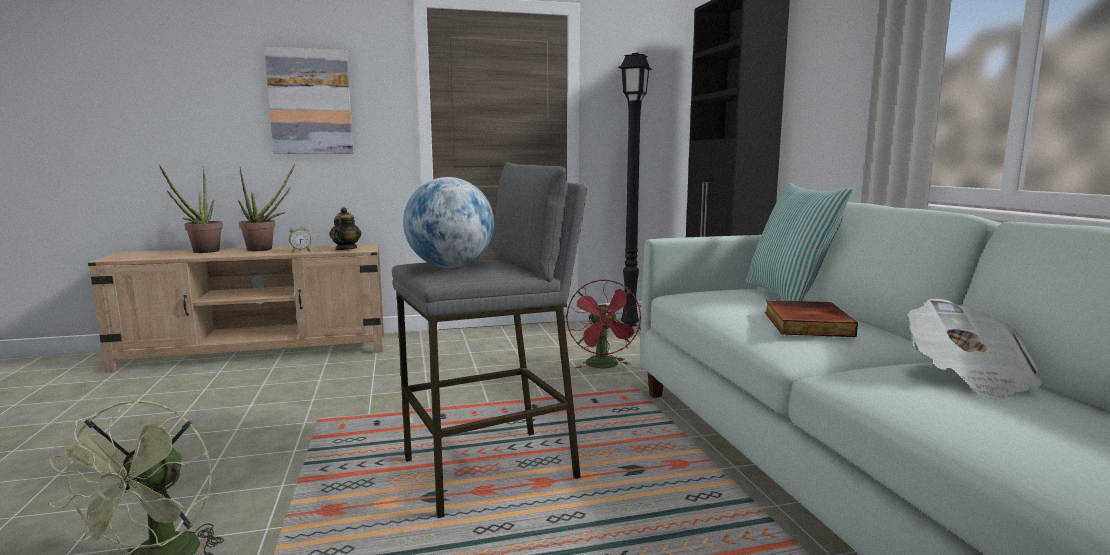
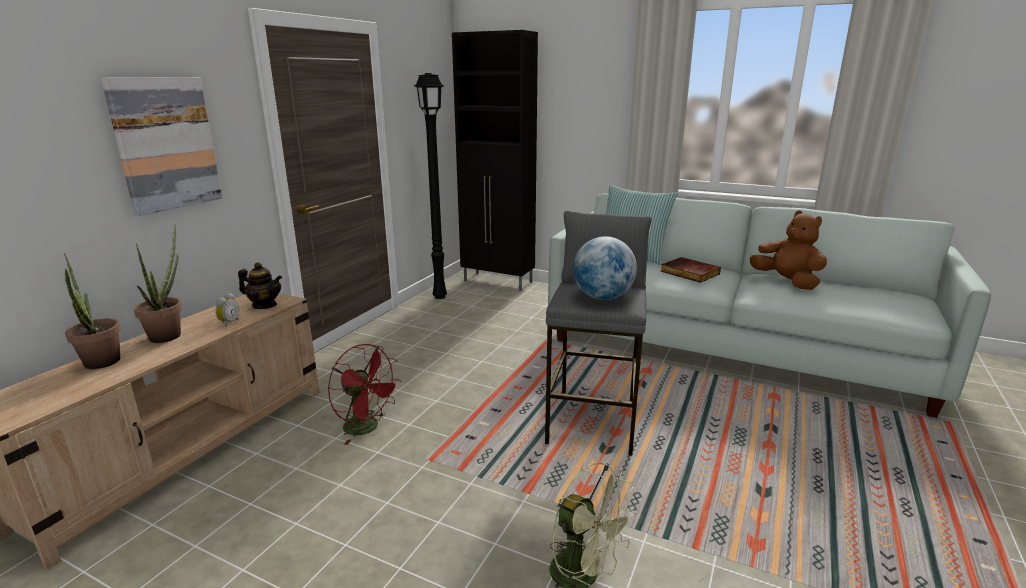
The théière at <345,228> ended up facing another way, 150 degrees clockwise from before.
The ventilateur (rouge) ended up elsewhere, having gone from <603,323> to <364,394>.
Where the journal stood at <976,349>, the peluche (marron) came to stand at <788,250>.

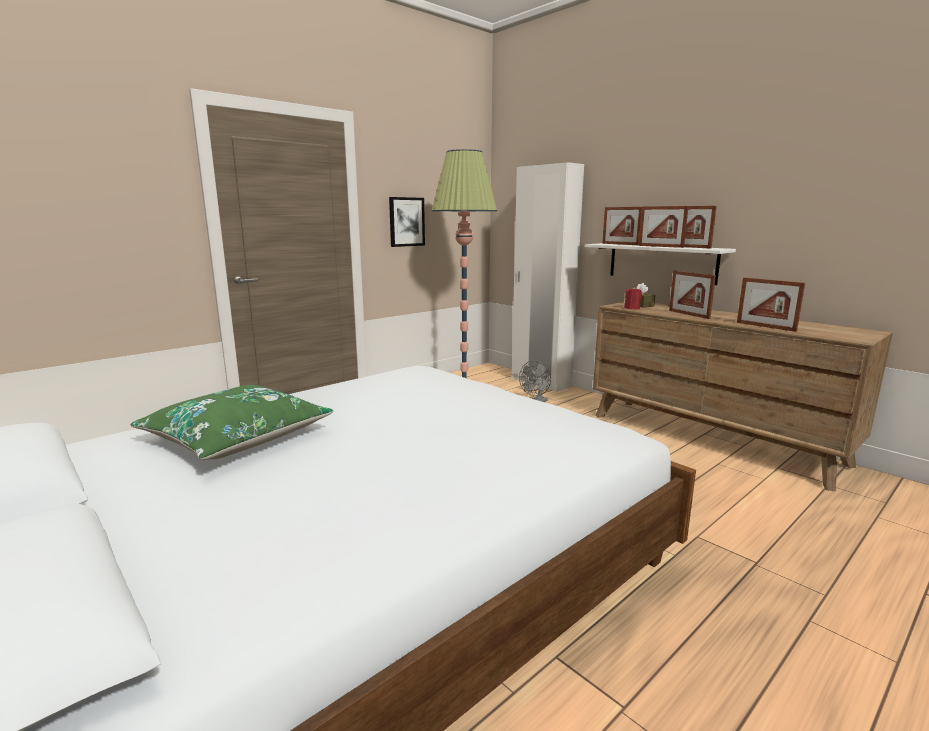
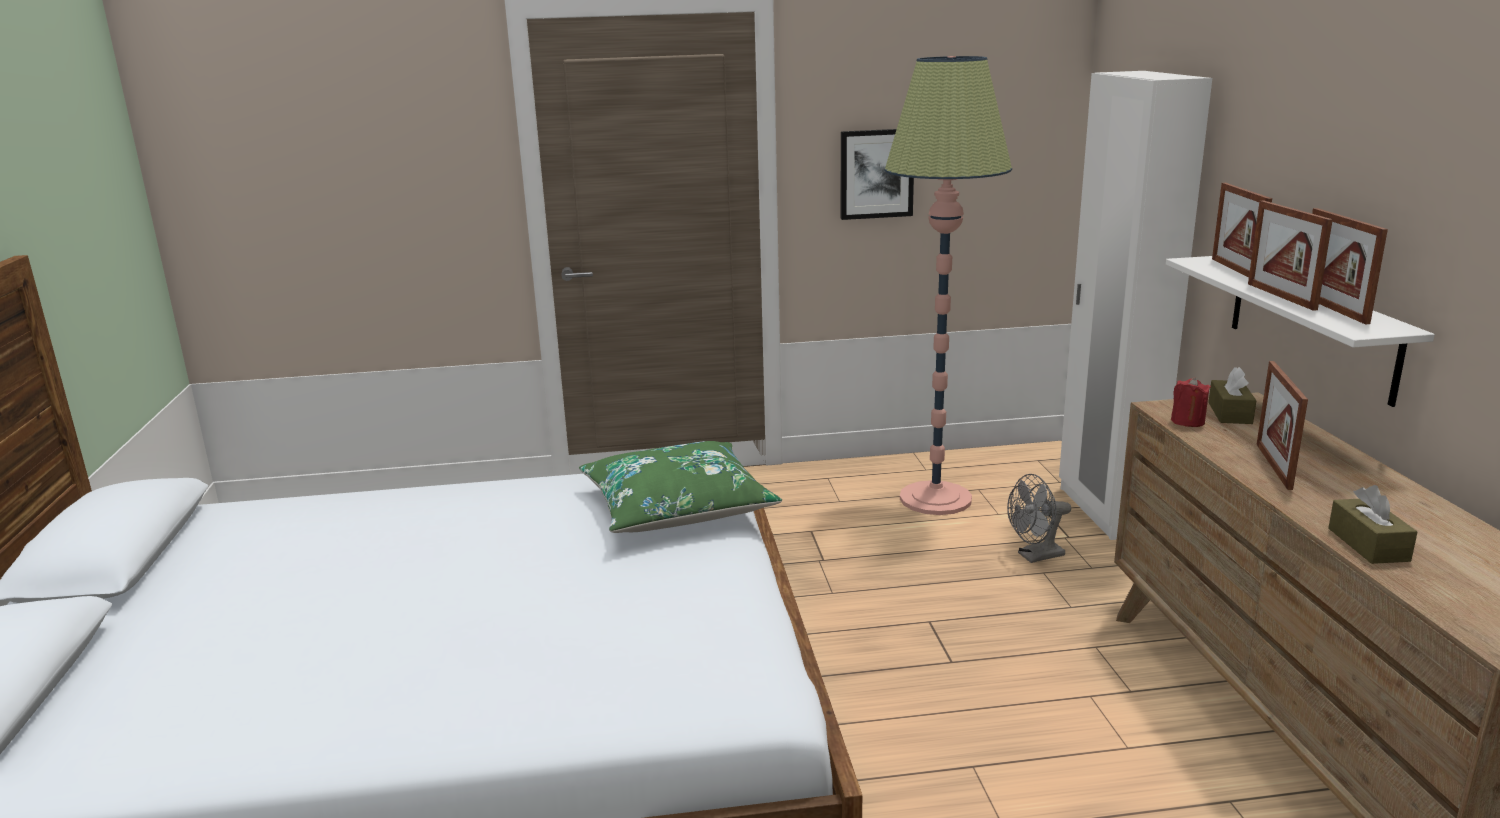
The coussin (vert) ended up elsewhere, having gone from <232,422> to <680,487>.
Where the cadre photo stood at <771,304>, the boîte à mouchoirs (marron) came to stand at <1372,524>.

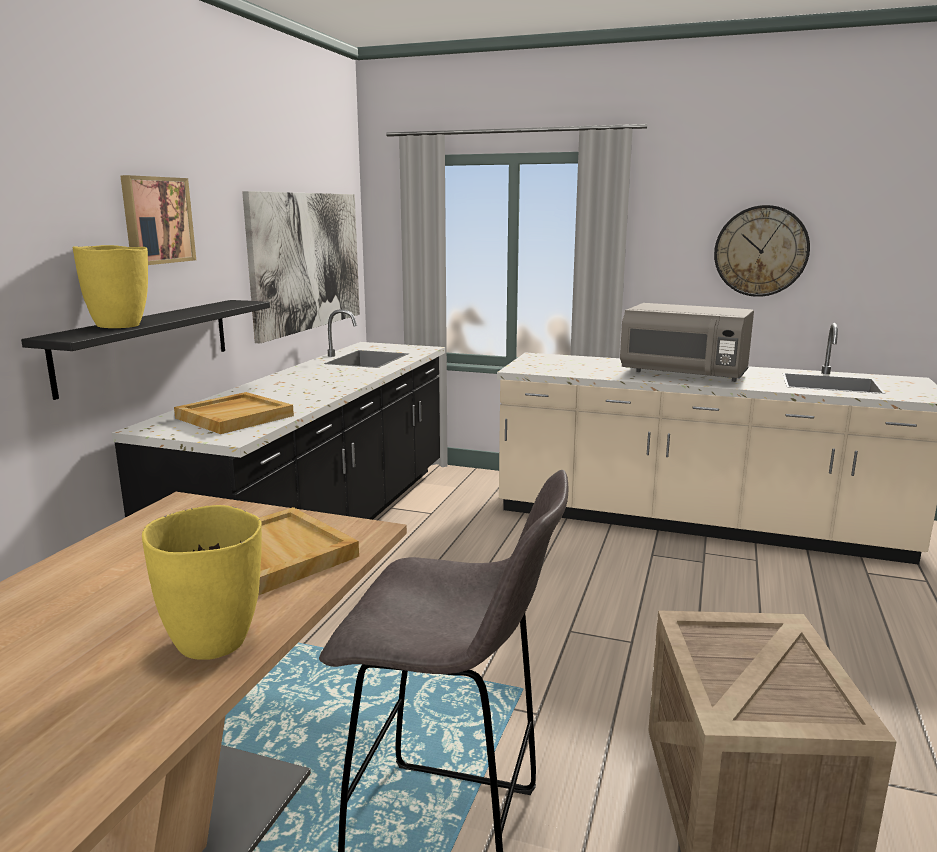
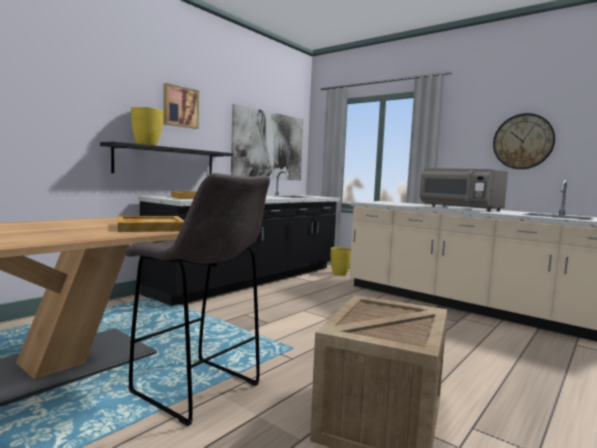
The vase (jaune) ended up elsewhere, having gone from <202,582> to <341,261>.

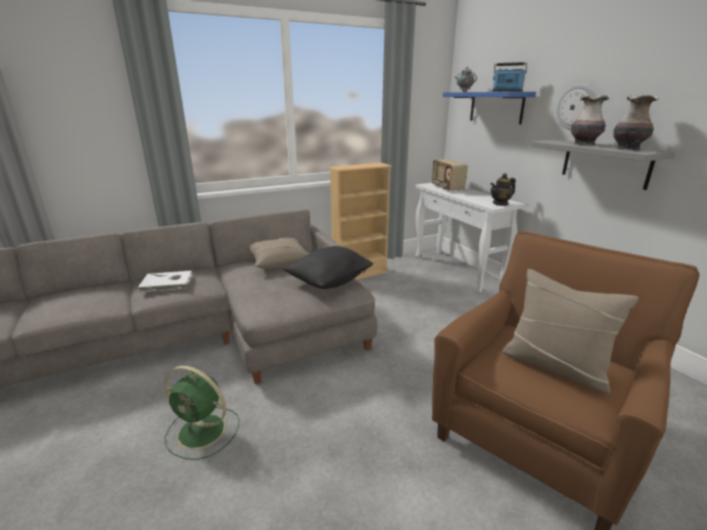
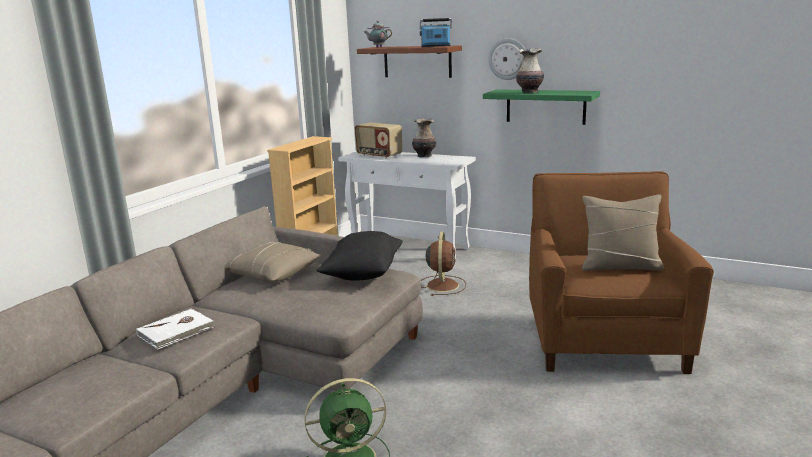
What was the étagère (bleu) at <489,108> turned into the étagère (marron) at <409,61>.
The second view lost the théière at <503,189>.
What was the étagère (gris) at <603,165> turned into the étagère (vert) at <541,107>.
The vase ended up elsewhere, having gone from <636,122> to <424,137>.
The second view gained the ventilateur (marron) at <443,263>.

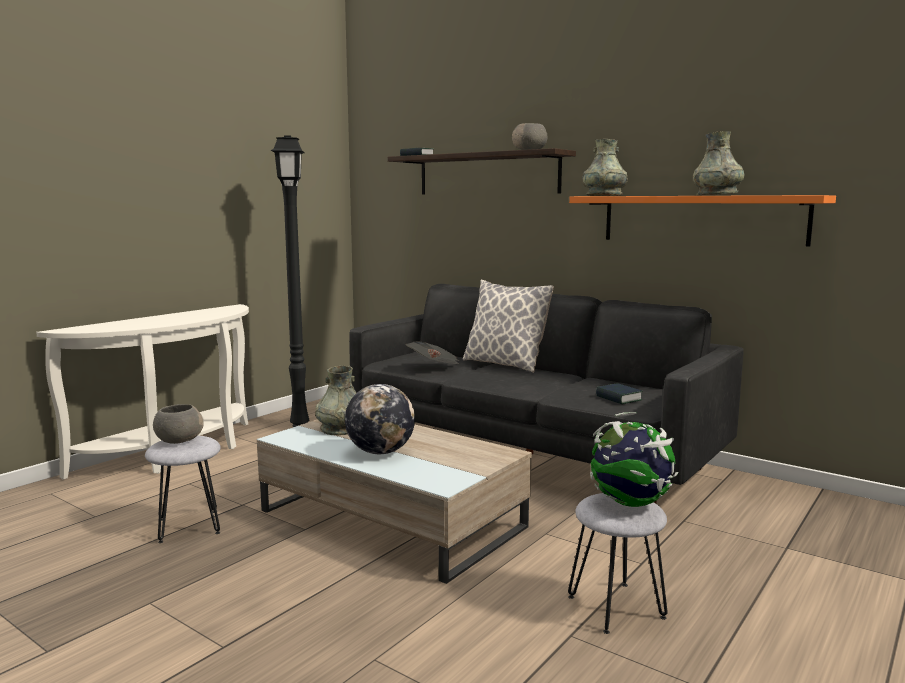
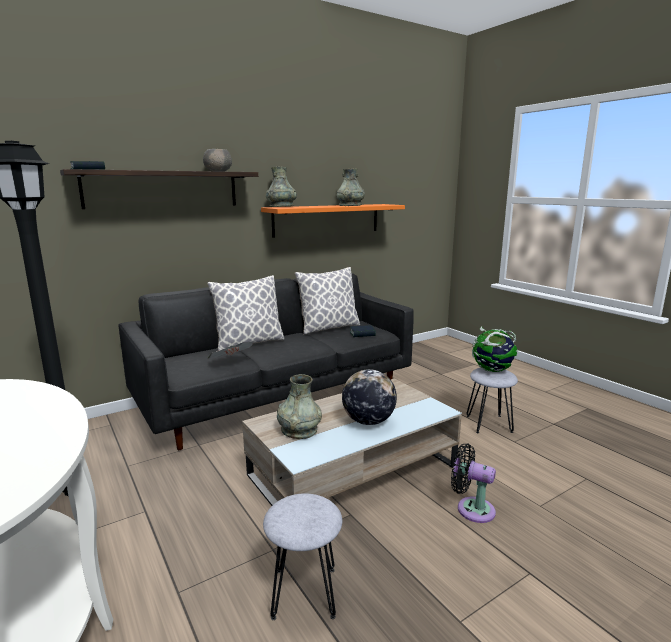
The second view lost the bol (gris) at <178,424>.
The second view gained the coussin at <327,301>.
The second view gained the ventilateur (noir) at <473,483>.

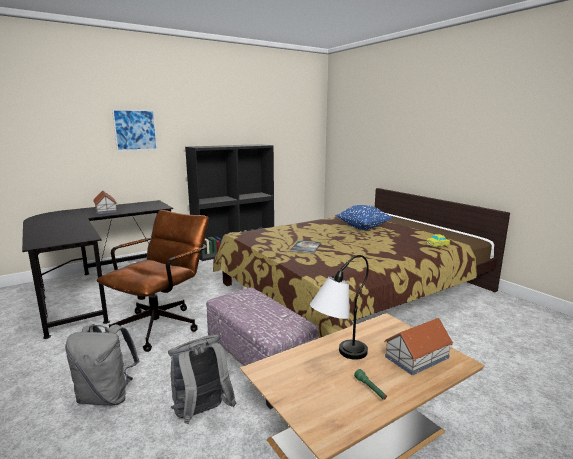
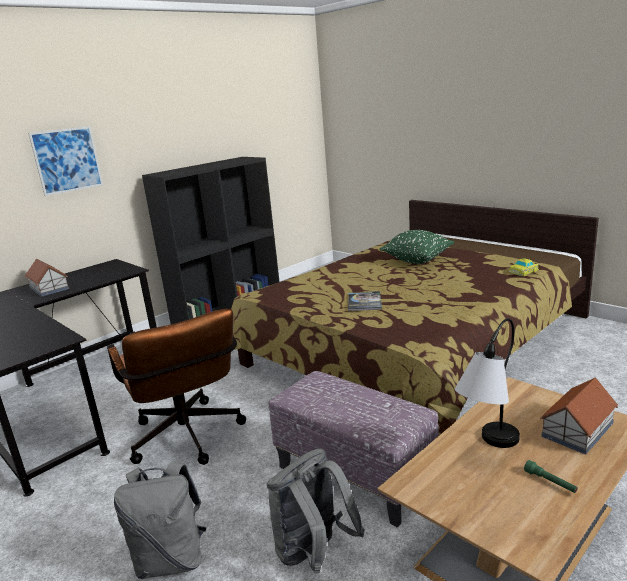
The chaise de bureau (marron) at <153,281> ended up facing another way, 135 degrees clockwise from before.
What was the coussin (bleu) at <364,217> turned into the coussin (vert) at <417,247>.

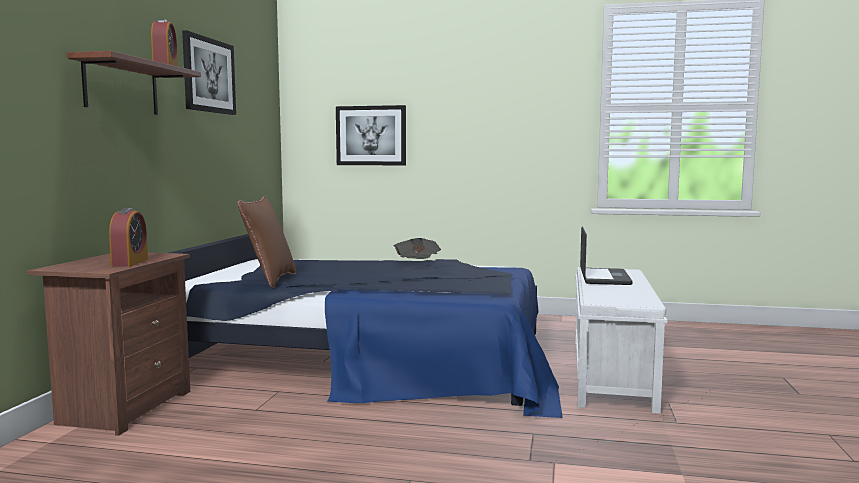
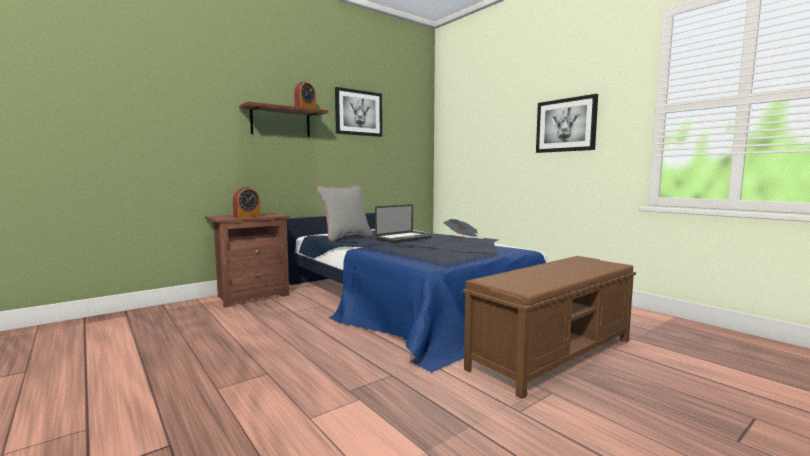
What was the coussin (marron) at <267,242> turned into the coussin (gris) at <344,213>.
The tableau ended up elsewhere, having gone from <371,135> to <567,123>.
What was the banc (blanc) at <621,340> turned into the banc (marron) at <549,327>.
The ordinateur portable ended up elsewhere, having gone from <606,255> to <403,223>.

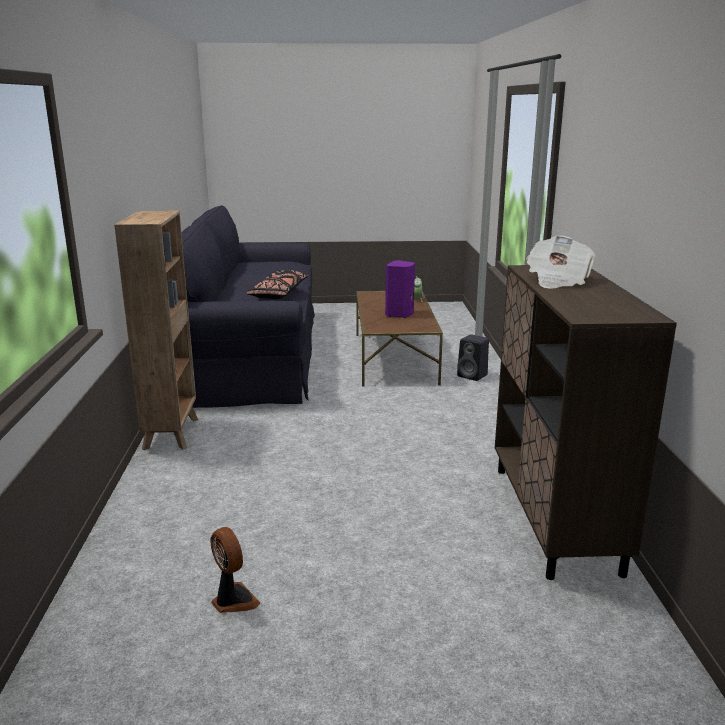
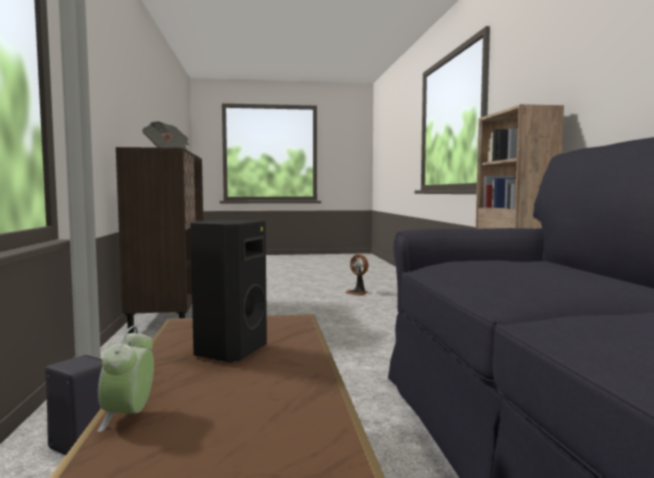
The second view lost the coussin (noir) at <277,284>.
What was the enceinte (violet) at <400,289> turned into the enceinte (noir) at <228,291>.

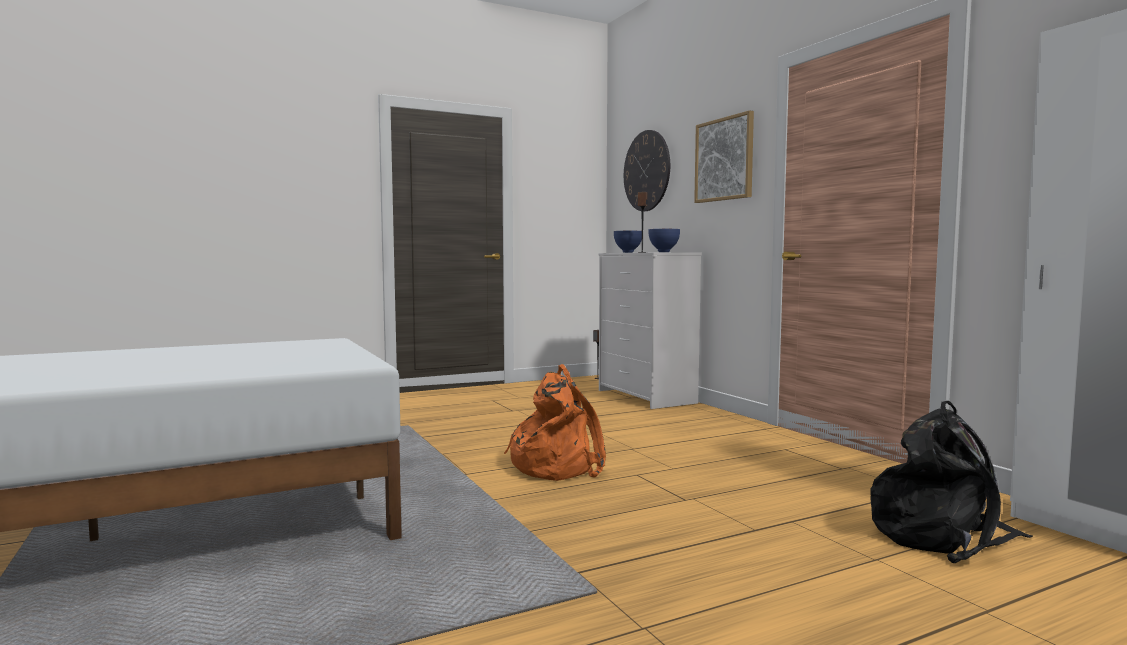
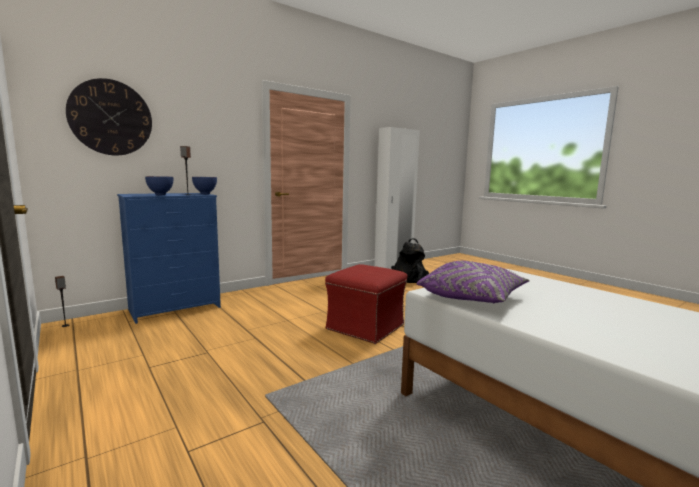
Where the sac à dos (orange) stood at <555,422>, the pouf (rouge) came to stand at <366,304>.
What was the commode (blanc) at <650,331> turned into the commode (bleu) at <169,258>.
The second view lost the tableau at <724,156>.
The second view gained the coussin (violet) at <473,282>.

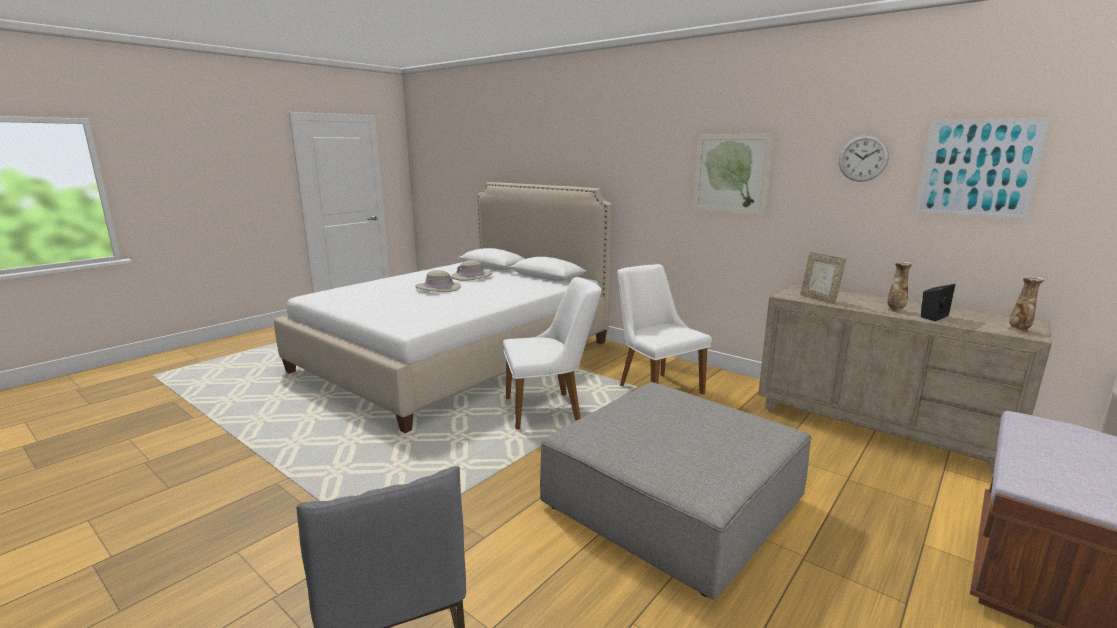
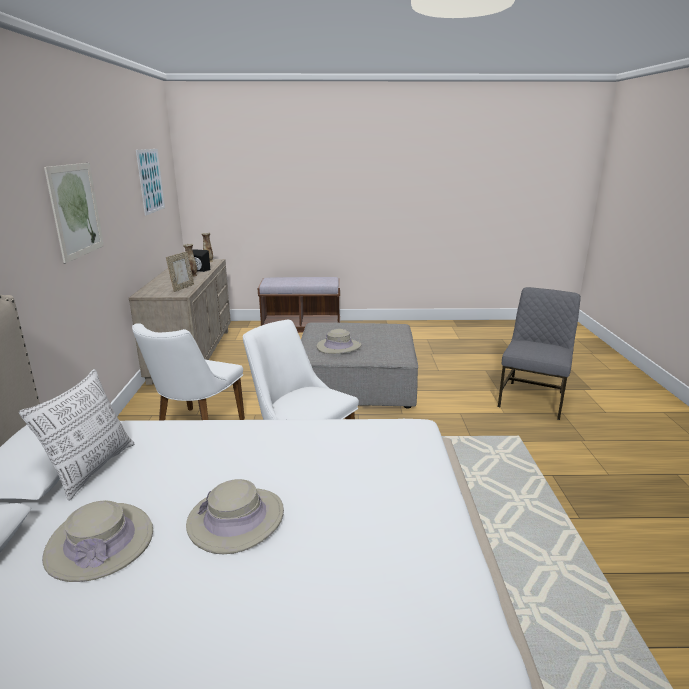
The second view lost the horloge murale at <864,158>.
The second view gained the coussin at <76,435>.
The second view gained the chapeau (beige) at <339,341>.

